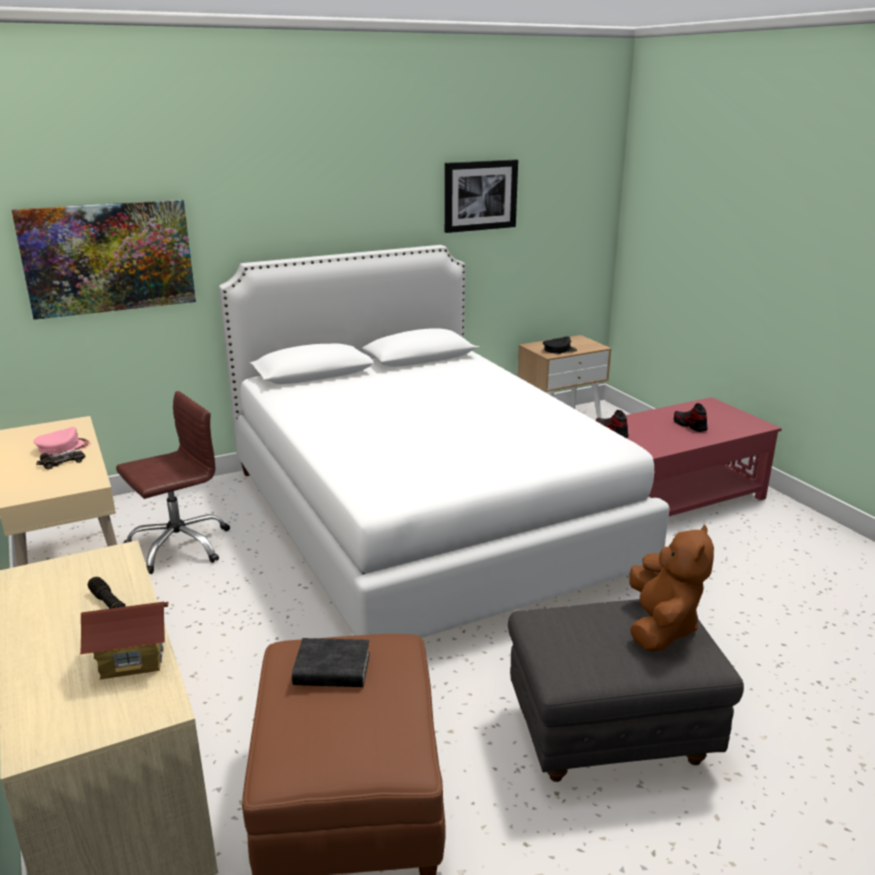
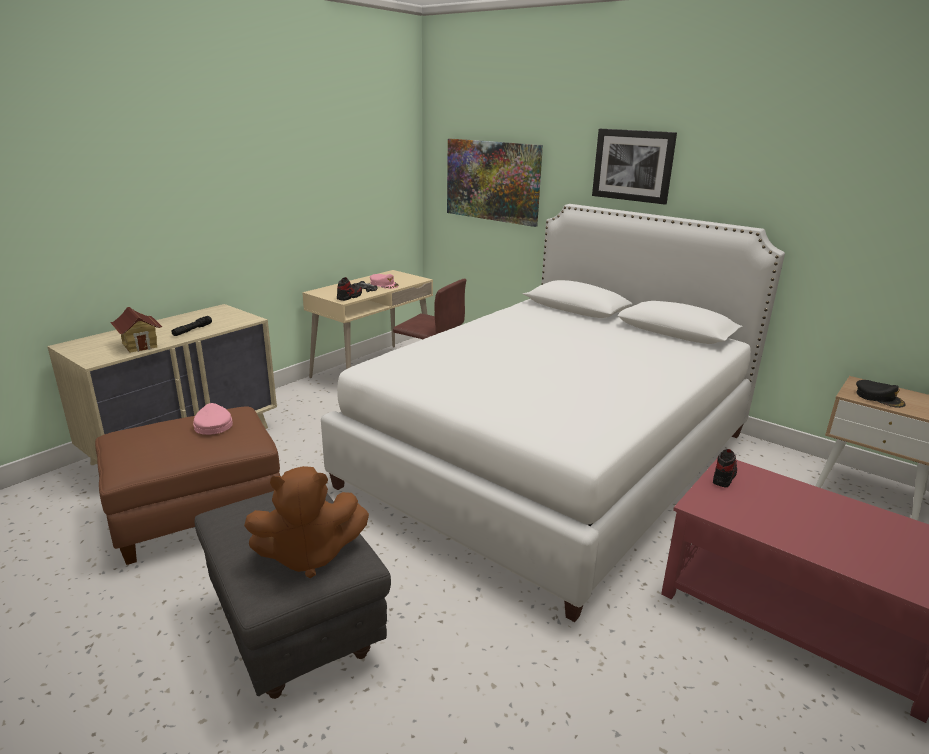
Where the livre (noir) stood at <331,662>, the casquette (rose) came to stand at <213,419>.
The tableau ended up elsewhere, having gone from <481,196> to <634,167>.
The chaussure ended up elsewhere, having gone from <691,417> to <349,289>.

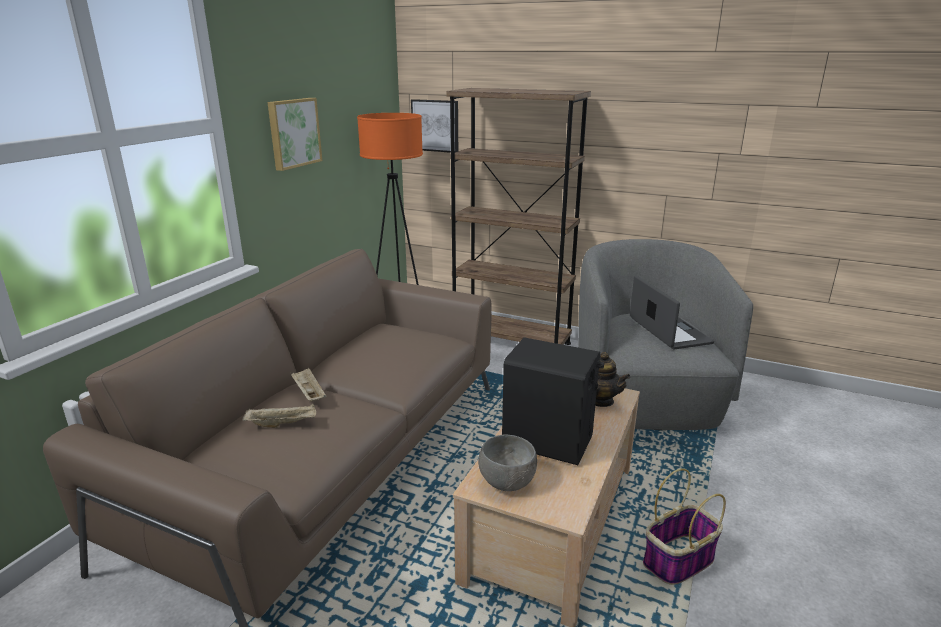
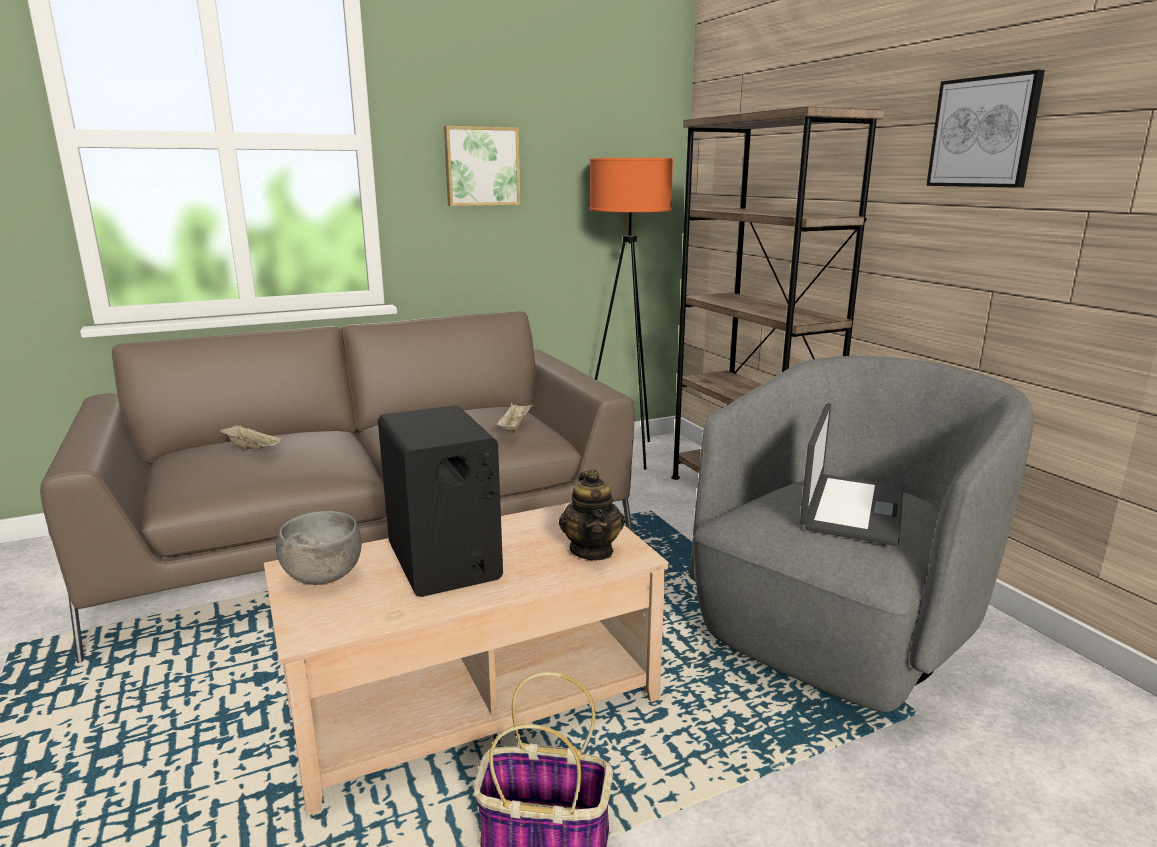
The plateau (beige) ended up elsewhere, having gone from <309,385> to <514,417>.
The tableau ended up elsewhere, having gone from <434,126> to <985,129>.

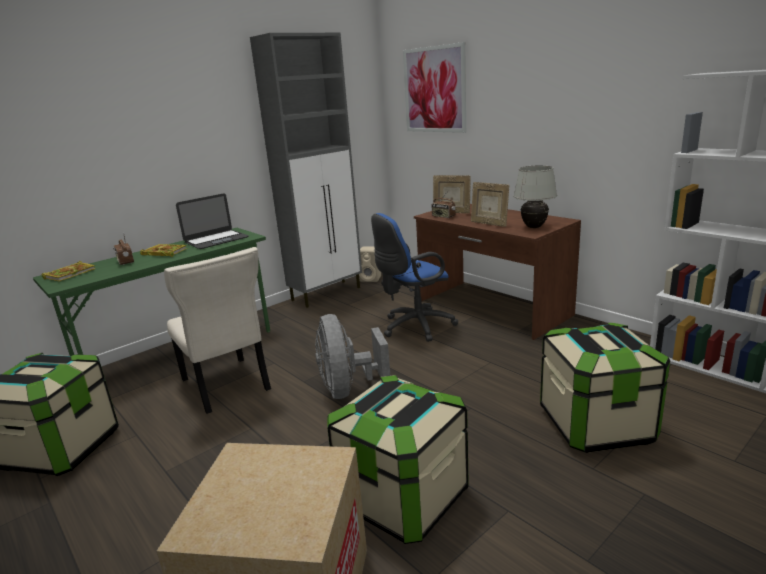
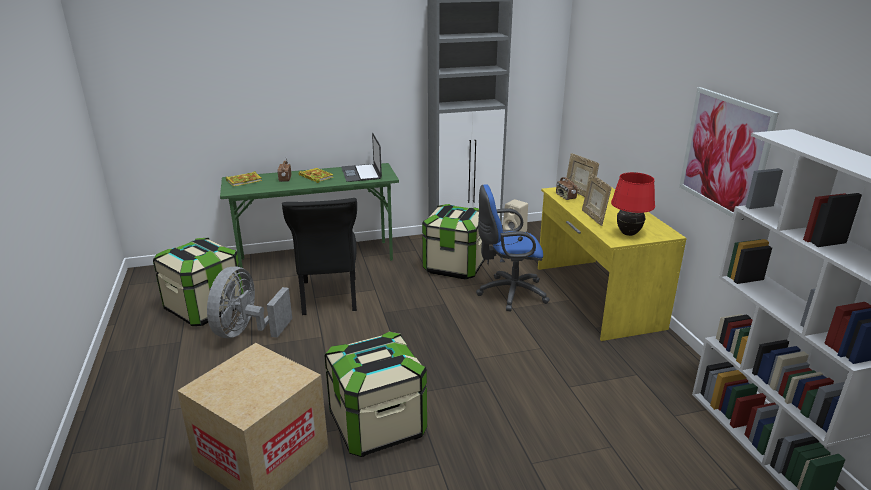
What was the chaise (beige) at <217,330> turned into the chaise (noir) at <319,256>.
The ordinateur portable at <212,221> ended up facing another way, 90 degrees clockwise from before.
The ventilateur (gris) ended up elsewhere, having gone from <352,356> to <249,302>.
The tableau ended up elsewhere, having gone from <434,87> to <729,152>.
What was the bureau (marron) at <497,272> turned into the bureau (jaune) at <612,264>.
What was the lampe de table (blanc) at <535,196> turned into the lampe de table (rouge) at <633,204>.
The boîte de rangement ended up elsewhere, having gone from <605,388> to <453,241>.

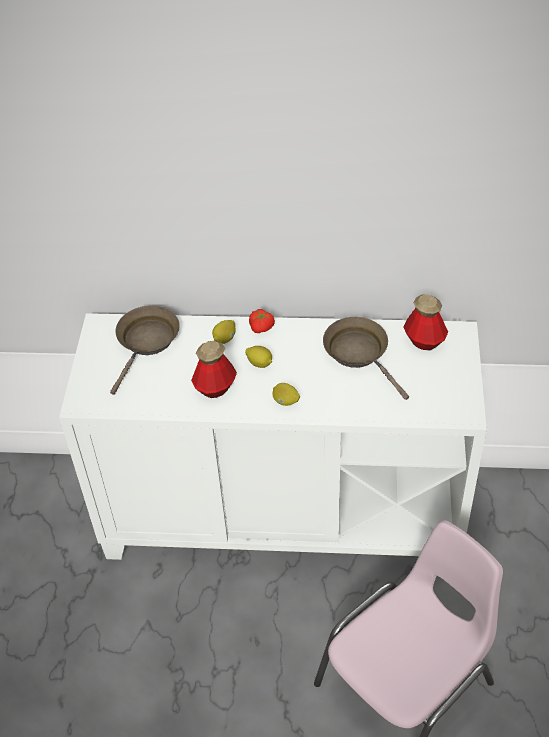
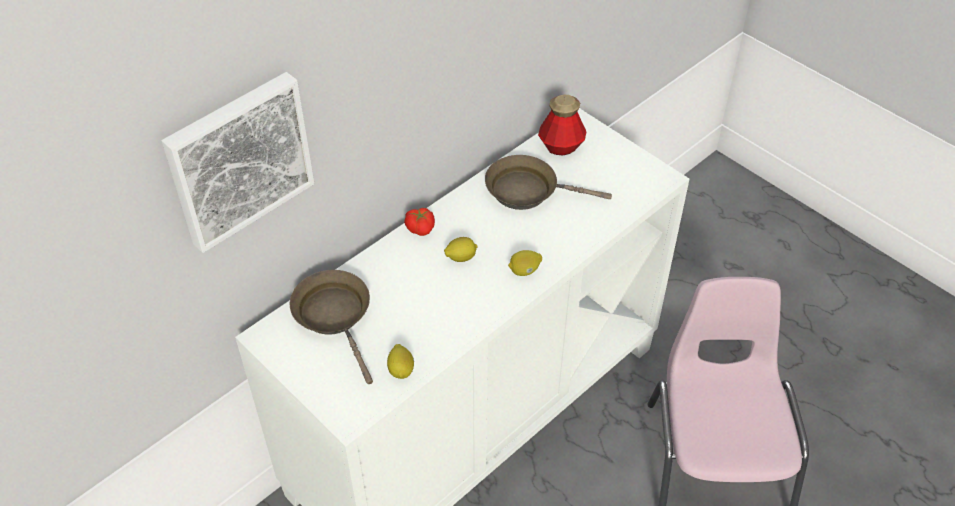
The second view lost the bouteille at <214,369>.
The citron ended up elsewhere, having gone from <223,332> to <400,361>.
The second view gained the tableau at <238,162>.

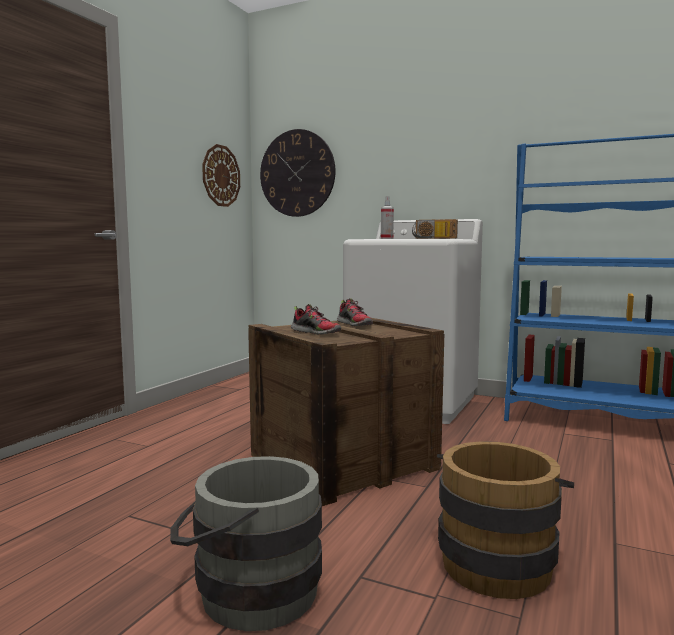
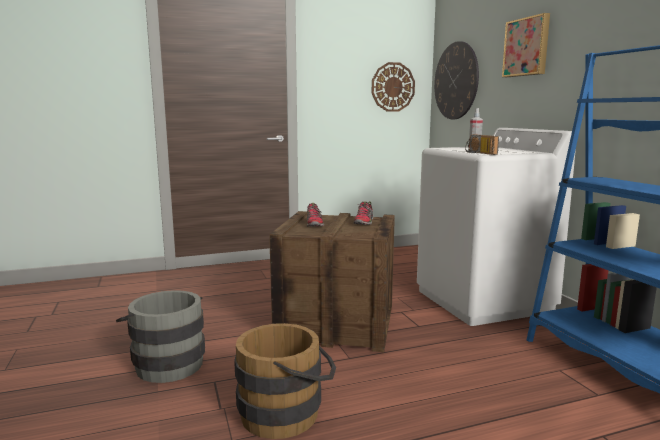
The second view gained the tableau at <526,45>.

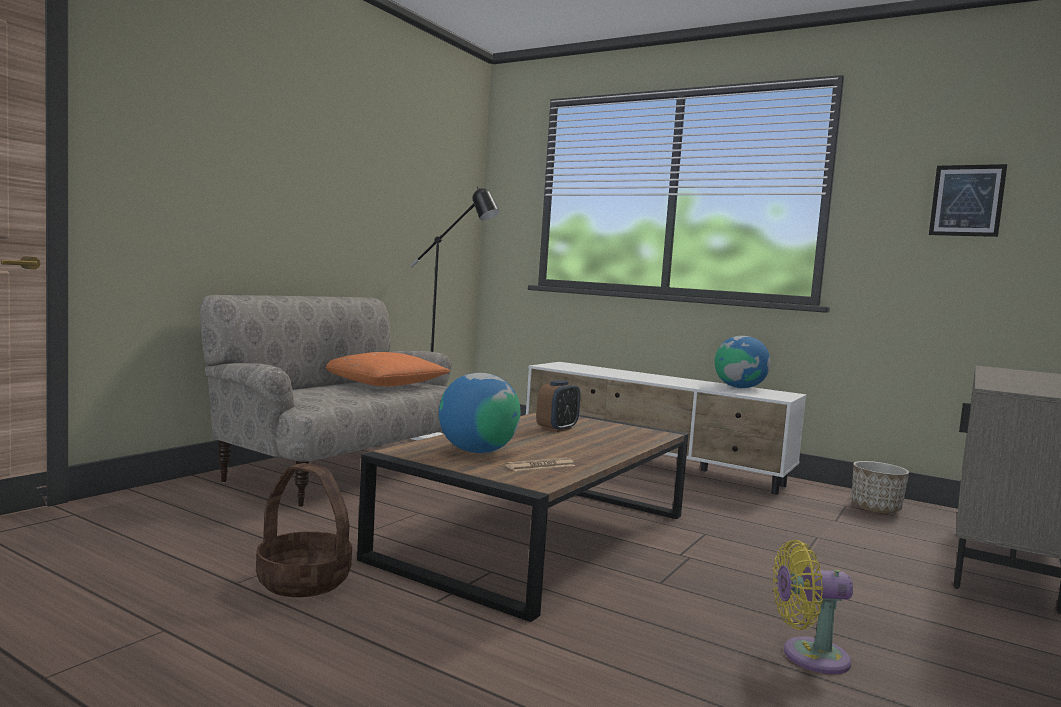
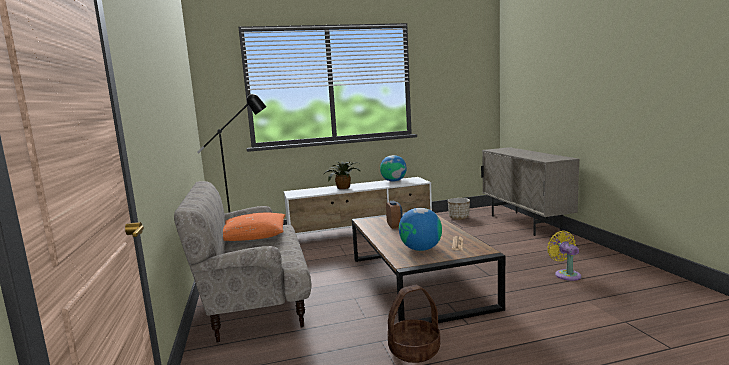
The ventilateur (jaune) at <813,607> ended up facing another way, 120 degrees clockwise from before.
The second view lost the tableau at <968,200>.
The second view gained the plante en pot at <341,175>.

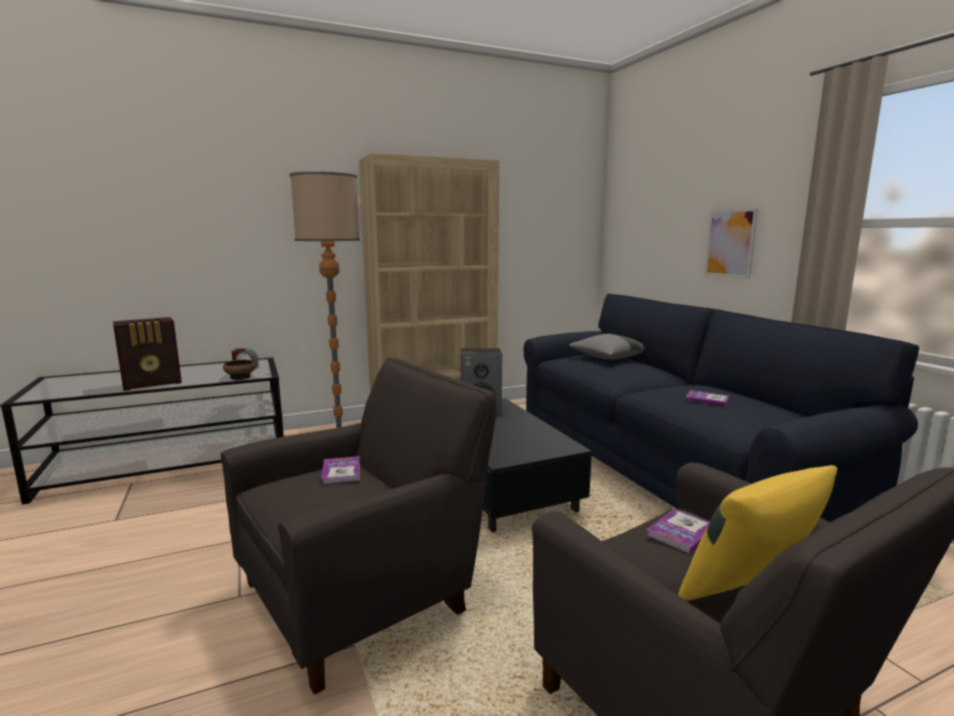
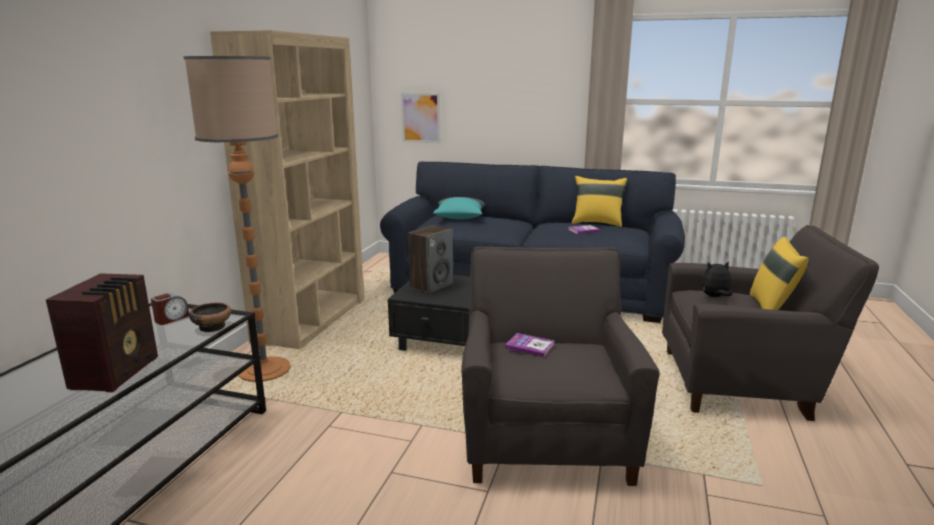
What was the coussin (gris) at <606,347> turned into the coussin (turquoise) at <459,208>.
Where the livre stood at <677,531>, the peluche came to stand at <716,279>.
The tableau ended up elsewhere, having gone from <731,243> to <420,118>.
The second view gained the coussin (jaune) at <599,201>.

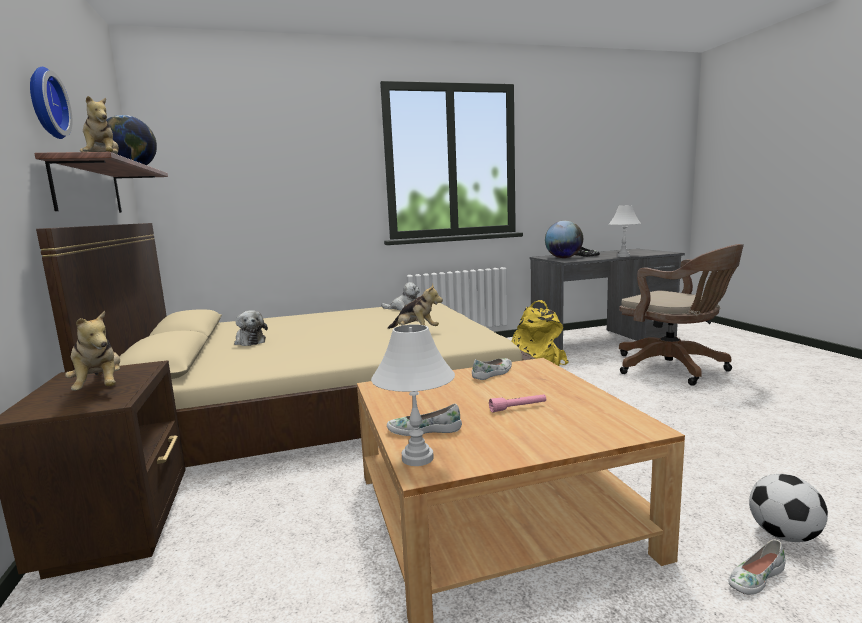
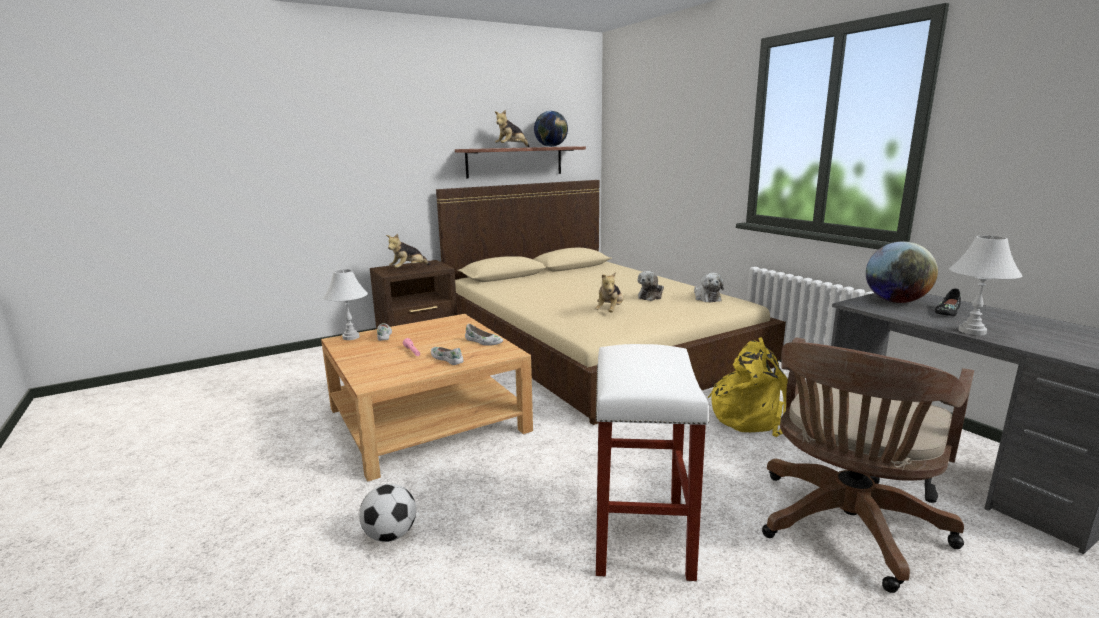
The second view lost the horloge murale at <51,103>.
The peluche ended up elsewhere, having gone from <251,328> to <651,286>.
The chaussure (blanc) ended up elsewhere, having gone from <757,567> to <447,356>.
The second view gained the tabouret (blanc) at <652,462>.

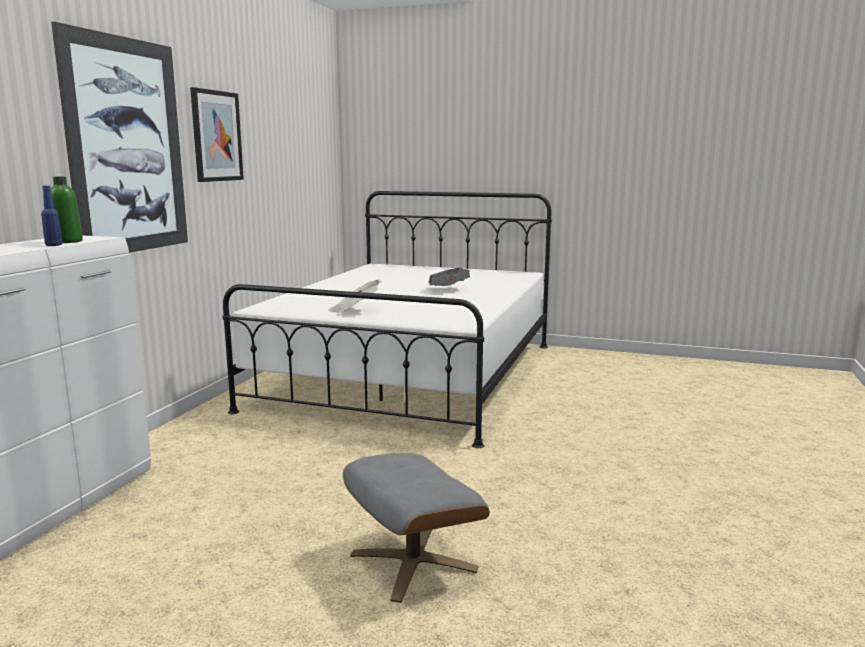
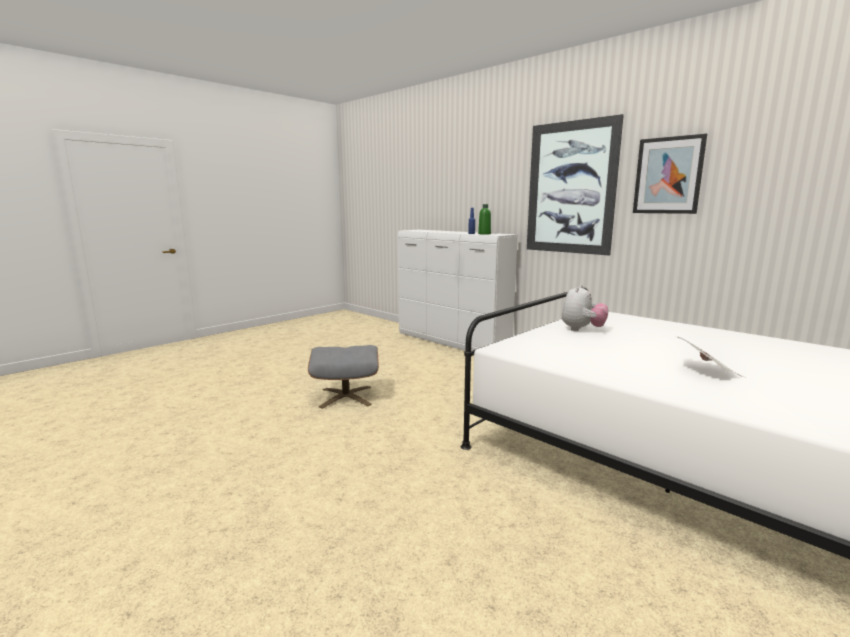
Where the journal stood at <354,296>, the peluche came to stand at <585,308>.

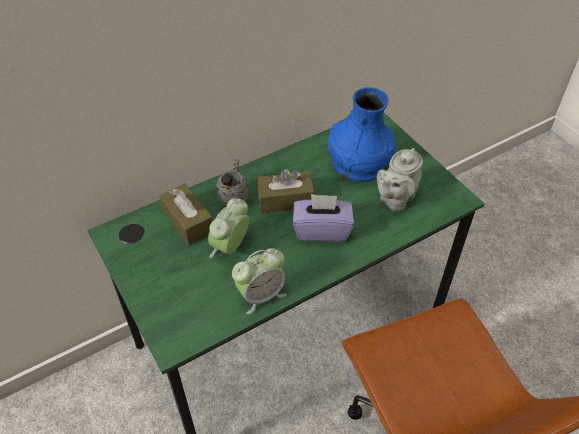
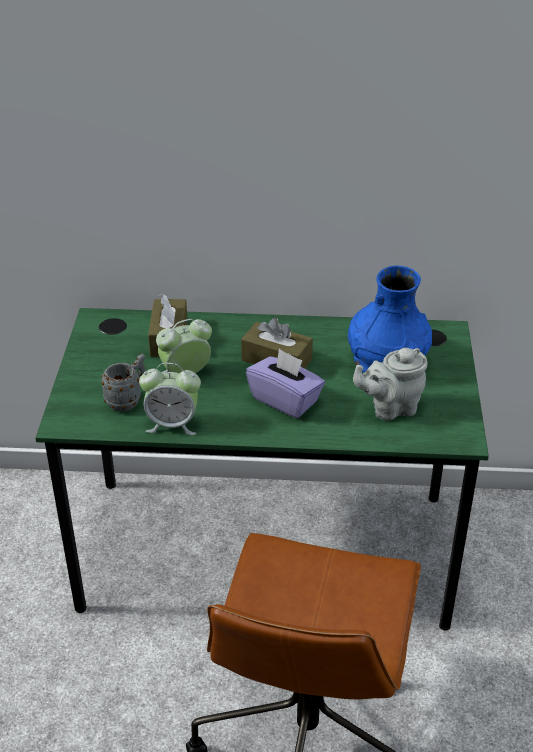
The mug (gris) ended up elsewhere, having gone from <232,183> to <123,382>.

